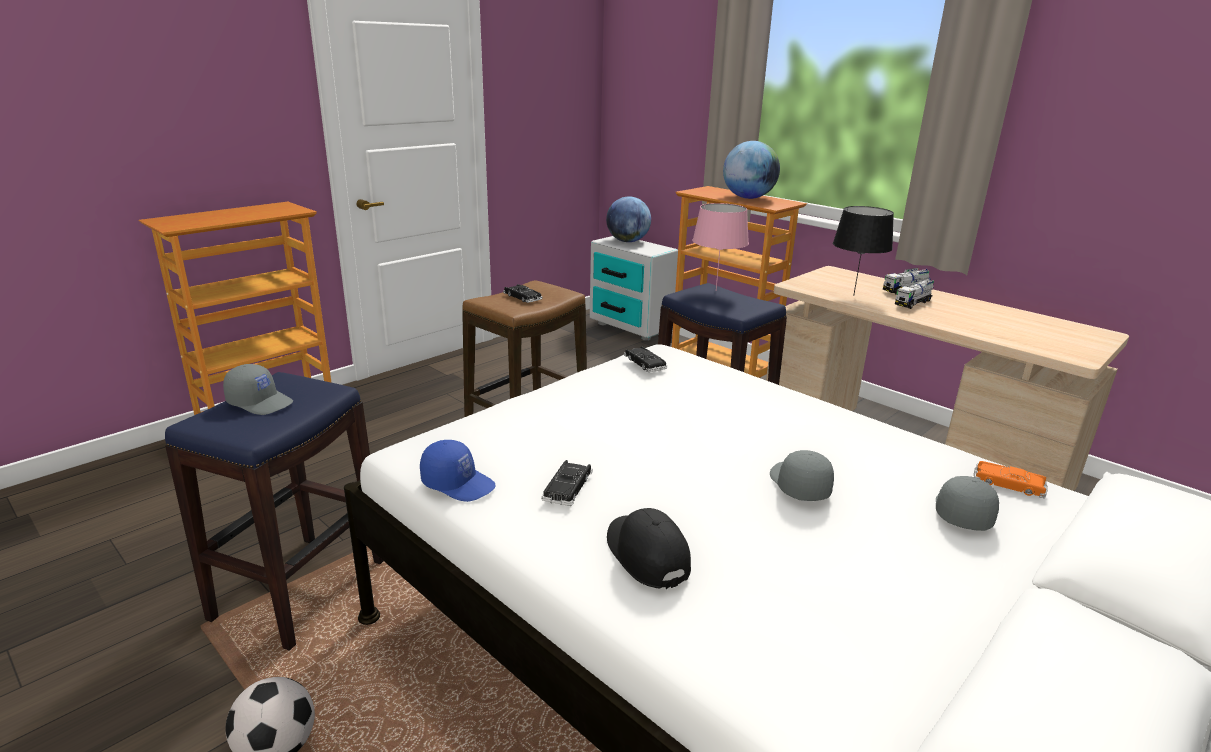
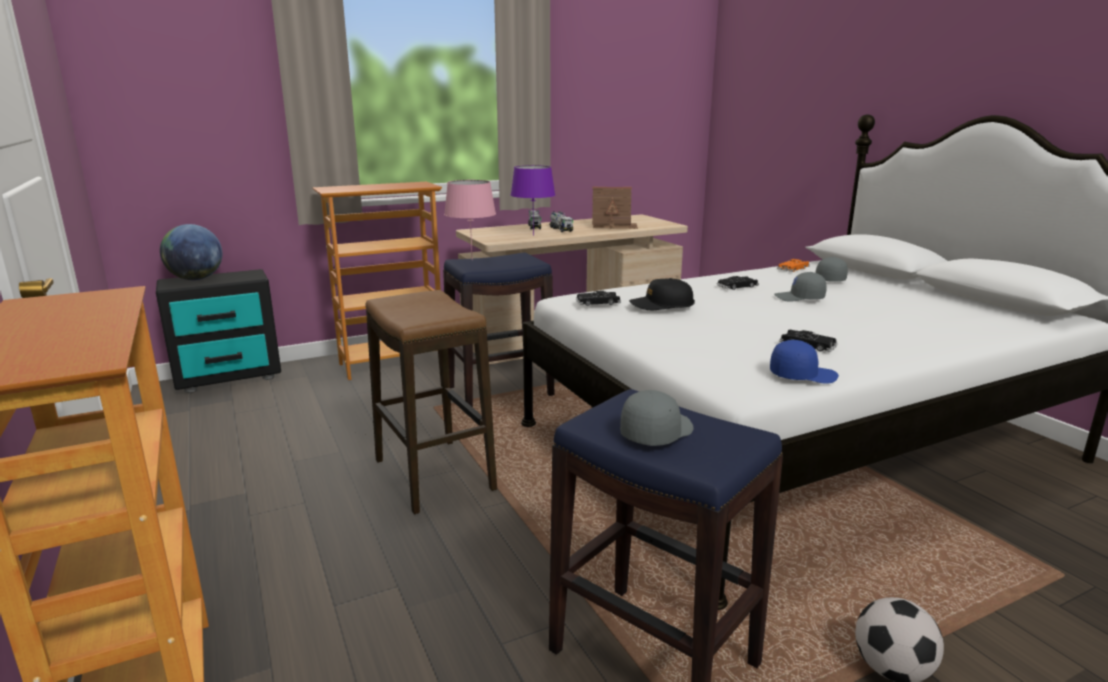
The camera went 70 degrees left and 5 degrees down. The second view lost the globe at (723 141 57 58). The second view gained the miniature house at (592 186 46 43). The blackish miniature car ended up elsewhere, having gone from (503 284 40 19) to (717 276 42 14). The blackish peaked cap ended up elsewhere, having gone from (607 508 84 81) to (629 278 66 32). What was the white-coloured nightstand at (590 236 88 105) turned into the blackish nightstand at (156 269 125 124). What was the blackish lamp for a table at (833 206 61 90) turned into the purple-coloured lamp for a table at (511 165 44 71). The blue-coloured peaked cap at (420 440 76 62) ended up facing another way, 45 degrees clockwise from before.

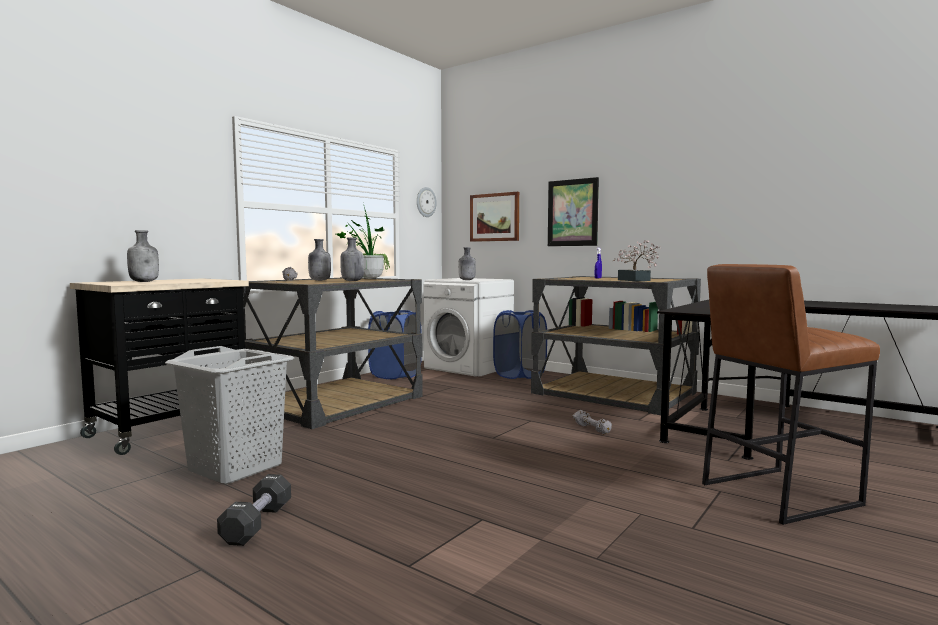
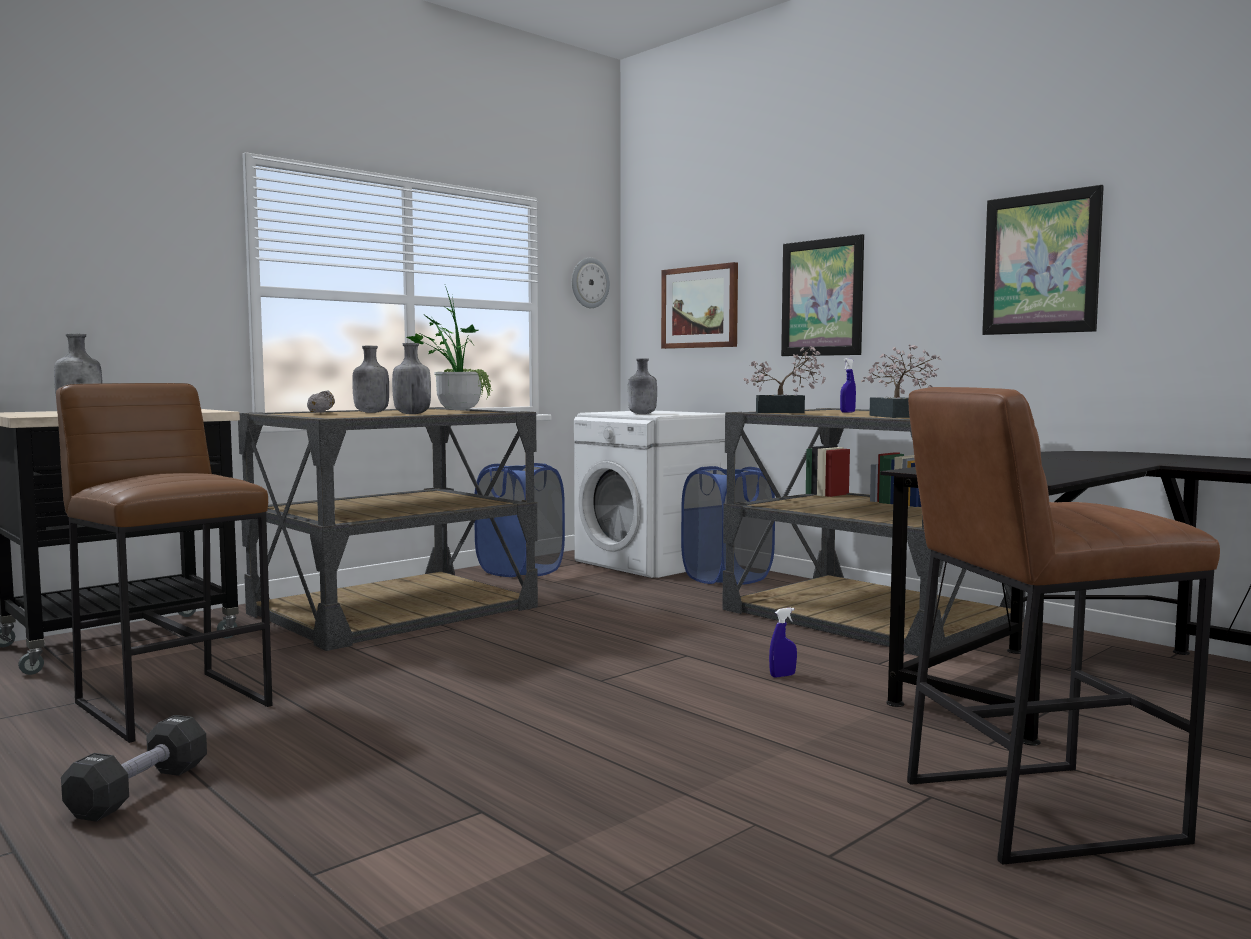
The camera went 10 degrees right and 0 degrees up. The second view gained the potted plant at (743 346 83 67). The second view gained the picture at (982 185 122 150). Where the gray laundry basket stood at (165 346 129 138), the brownish stool seat came to stand at (56 383 216 360). Where the gray dumbbell stood at (572 410 40 24), the blue-coloured hand sprayer came to stand at (769 608 28 70).

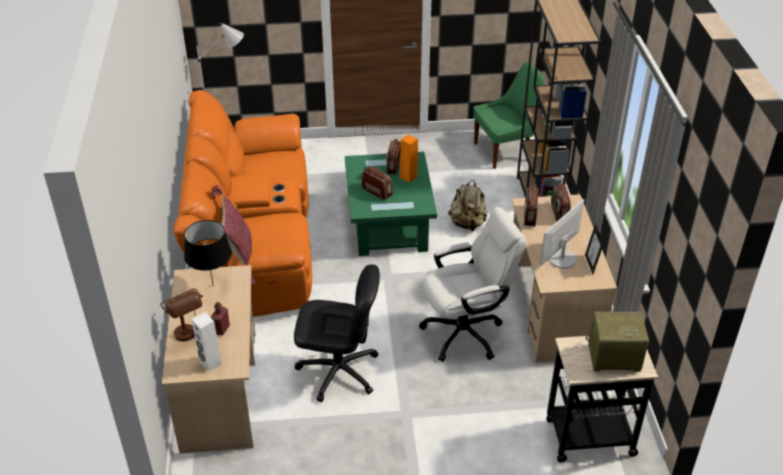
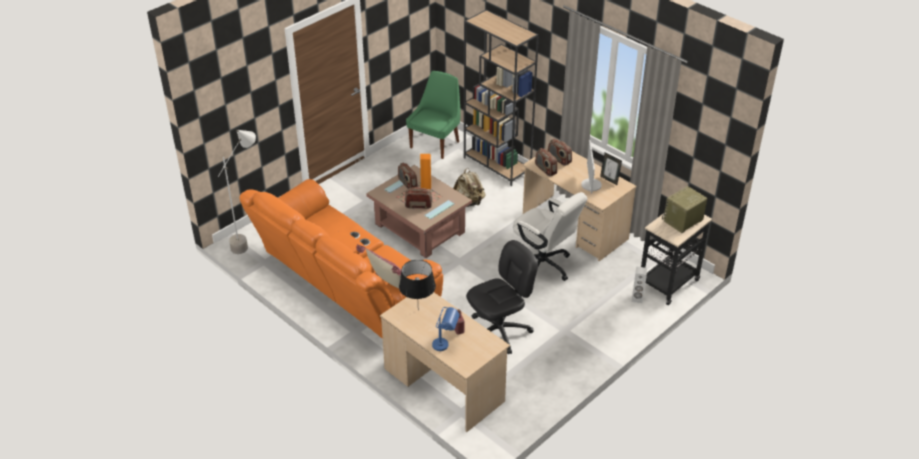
The camera went 40 degrees left and 0 degrees up. The white-coloured audio speaker ended up elsewhere, having gone from (192 312 30 60) to (632 266 15 37). What was the brownish lamp for a table at (160 288 43 53) turned into the blue-coloured lamp for a table at (432 307 27 44). What was the green low table at (345 152 92 104) turned into the brownish low table at (366 165 106 93). The white-coloured office chair at (419 207 108 155) ended up facing another way, 105 degrees clockwise from before.

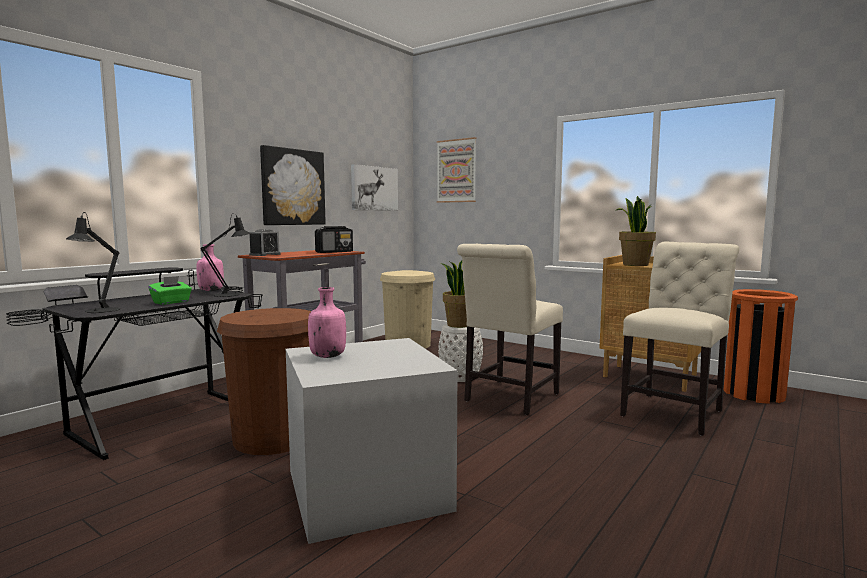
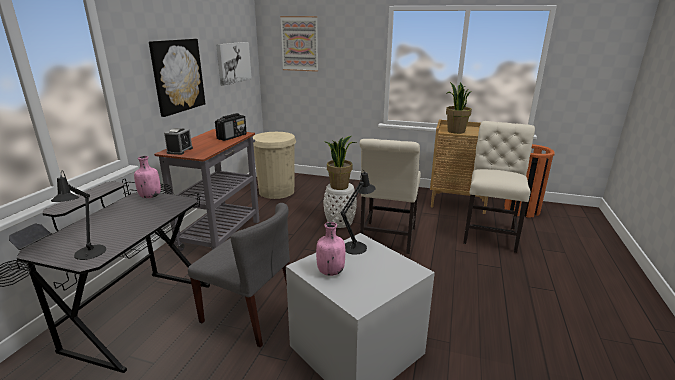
The camera went 20 degrees left and 15 degrees up. The second view lost the green tissue box at (148 276 44 29). The blackish lamp for a table ended up elsewhere, having gone from (200 213 51 84) to (340 171 36 83). Where the brownish rubbish bin stood at (217 308 94 147), the gray plain chair came to stand at (188 203 102 144).

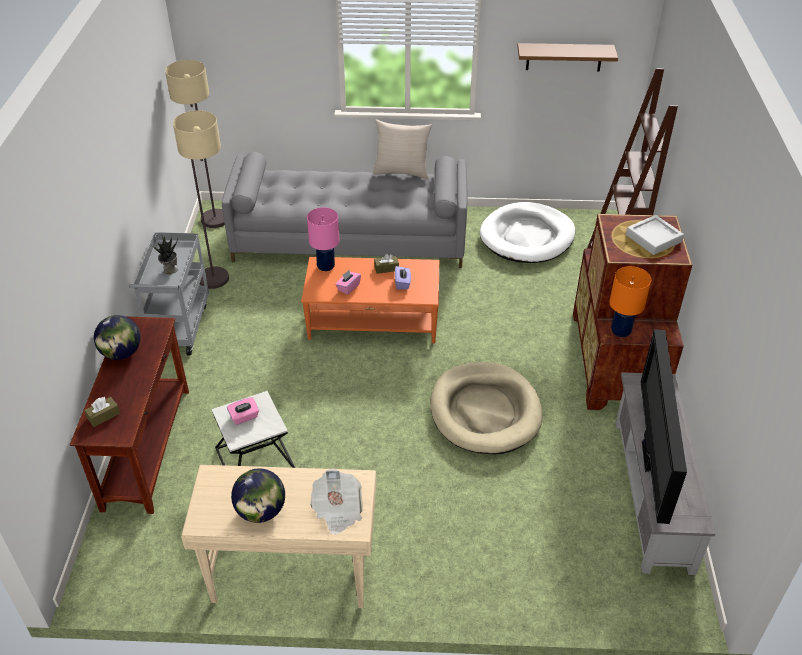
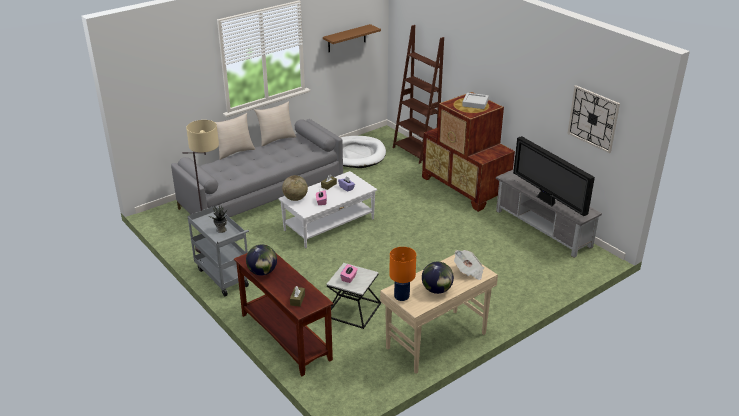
The camera went 40 degrees left and 10 degrees down. The second view lost the sand-coloured standard lamp at (165 60 60 168). The second view lost the sand-coloured dog cushion at (431 362 112 92). The second view gained the sand-coloured cushion at (215 113 40 47). The second view gained the hanging clock at (567 85 53 68). The orangey lamp for a table ended up elsewhere, having gone from (610 266 41 71) to (389 247 27 54). Where the pinkish lamp for a table stood at (307 207 33 64), the globe came to stand at (282 175 26 26). What was the orangey low table at (301 257 138 87) turned into the white-coloured low table at (278 171 99 77).

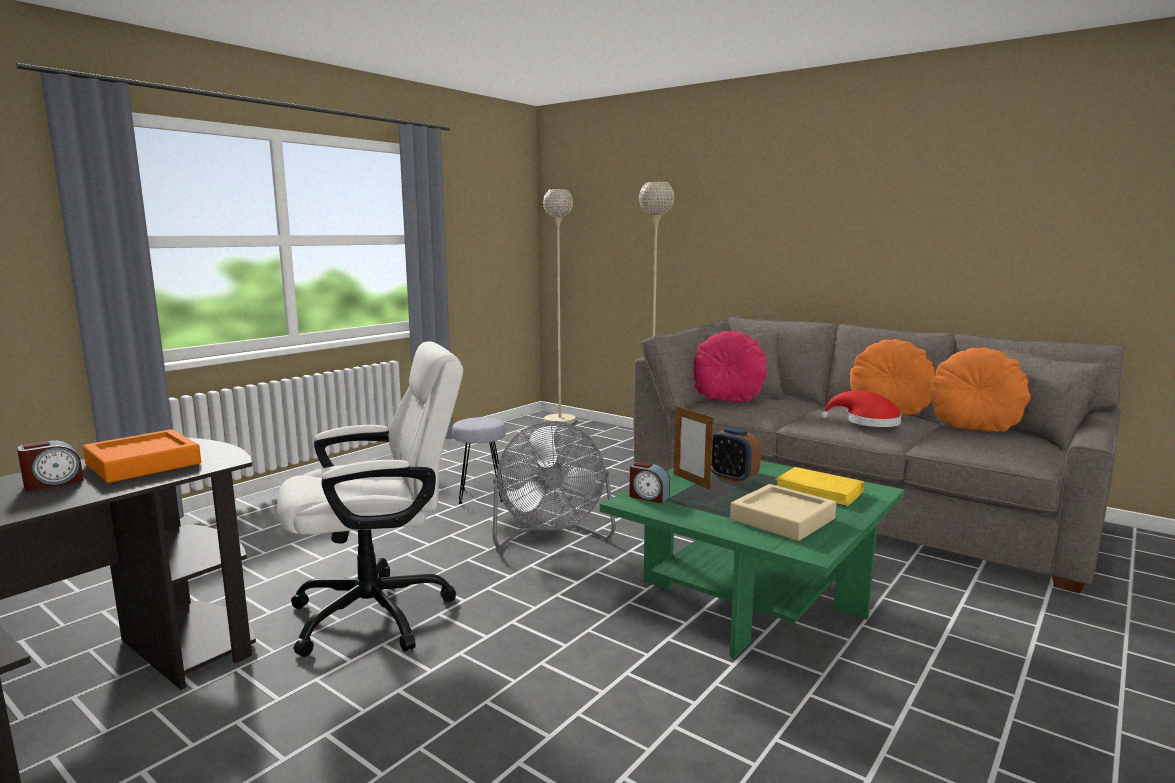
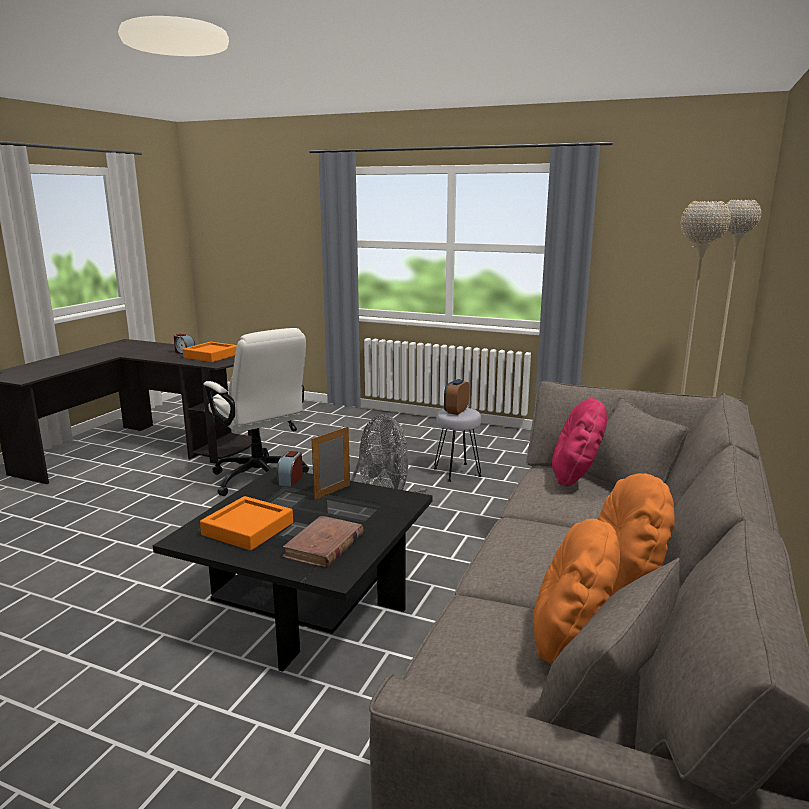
The camera went 75 degrees right and 5 degrees up. The second view lost the red-coloured hat at (821 390 81 37). The table clock ended up elsewhere, having gone from (711 427 50 56) to (444 379 25 36). What was the green low table at (600 460 304 199) turned into the blackish low table at (153 467 280 205). What was the sand-coloured carrying tray at (730 484 106 57) turned into the orangey carrying tray at (200 496 93 55). What was the yellowish volume at (775 467 89 40) turned into the brownish volume at (282 516 82 52).

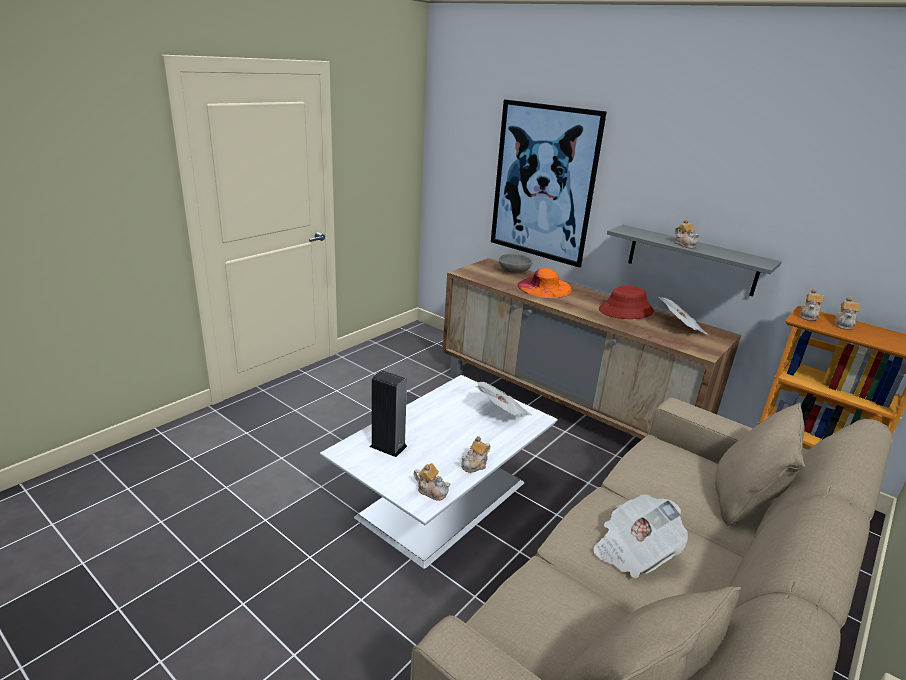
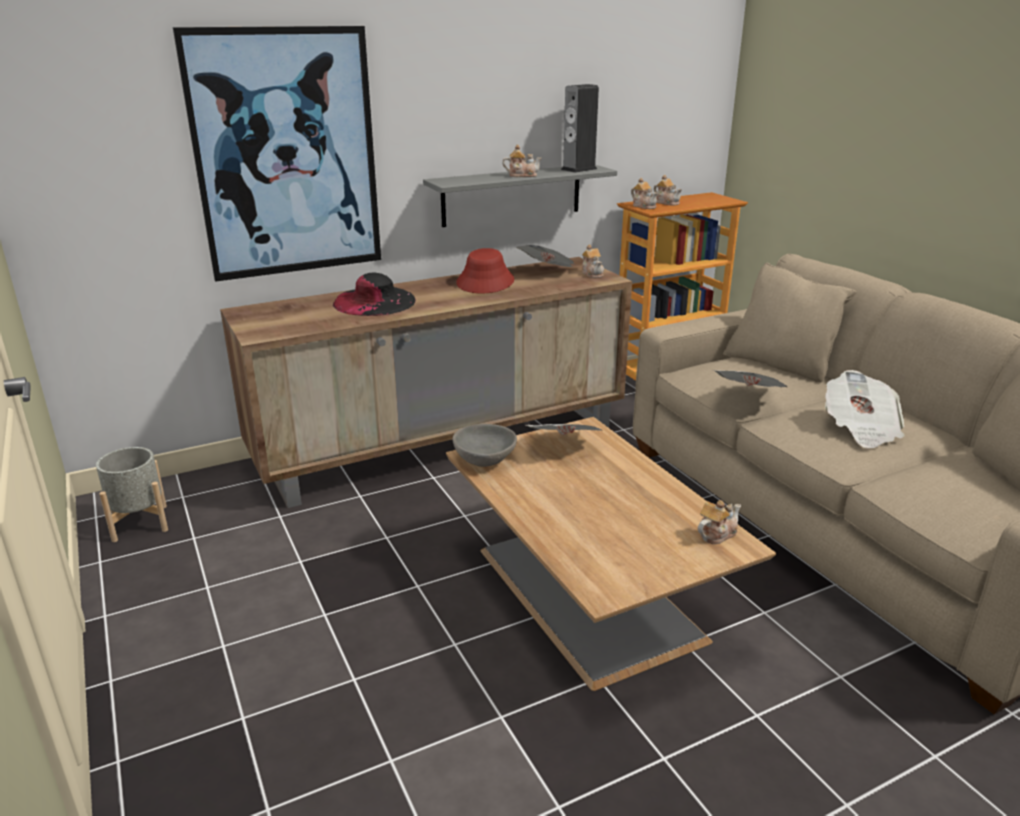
The camera went 65 degrees left and 0 degrees up. The second view gained the gray planter at (96 447 72 95). The second view gained the newspaper at (713 370 75 18). The audio speaker ended up elsewhere, having gone from (370 370 37 87) to (561 84 38 89). The pot for tea ended up elsewhere, having gone from (461 436 29 37) to (582 244 22 34). The gray serving bowl ended up elsewhere, having gone from (499 254 34 19) to (453 424 64 43). What was the white-coloured low table at (320 375 238 194) turned into the brownish low table at (446 417 330 274). What was the orangey hat at (517 268 55 30) turned into the blackish hat at (333 273 83 43).

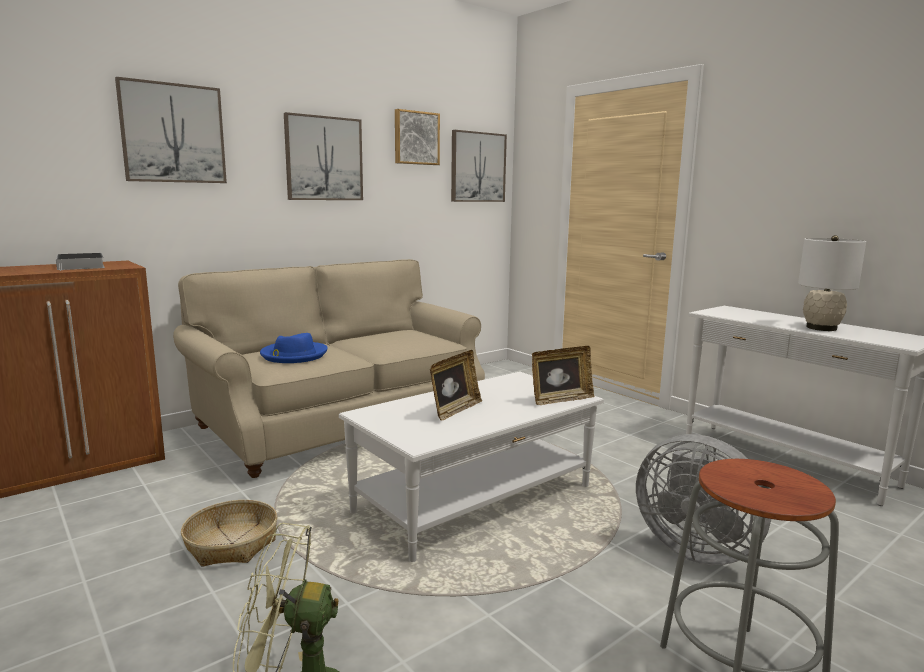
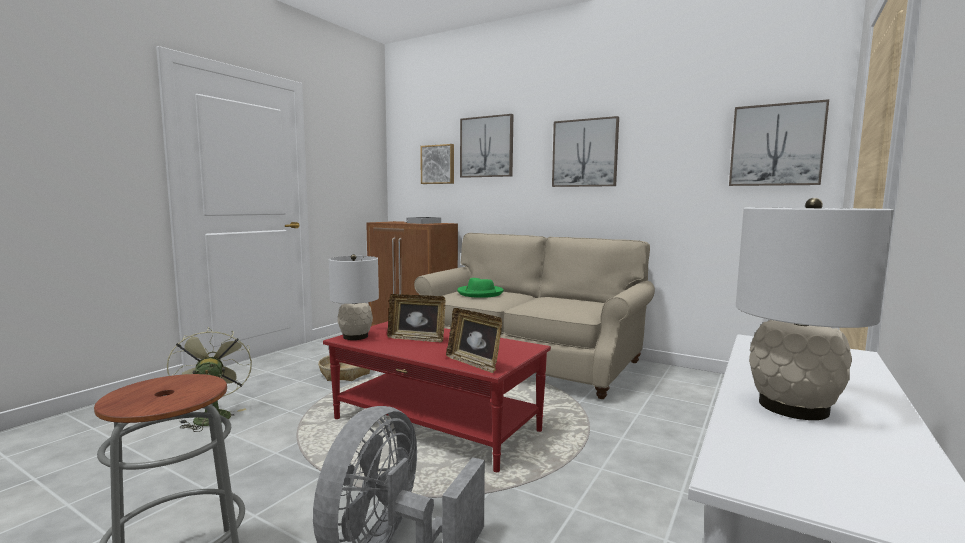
The camera went 70 degrees right and 5 degrees down. The second view gained the white-coloured lamp for a table at (329 254 50 86). The picture ended up elsewhere, having gone from (395 109 45 56) to (420 144 34 40). What was the blue-coloured hat at (260 333 68 30) turned into the green hat at (457 278 47 20). What was the white-coloured low table at (339 371 265 191) turned into the red-coloured low table at (323 321 228 151).

